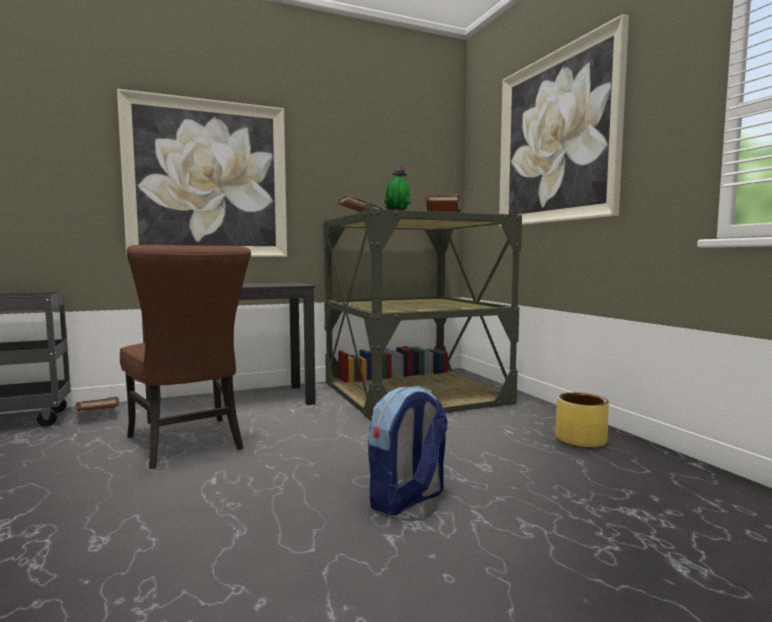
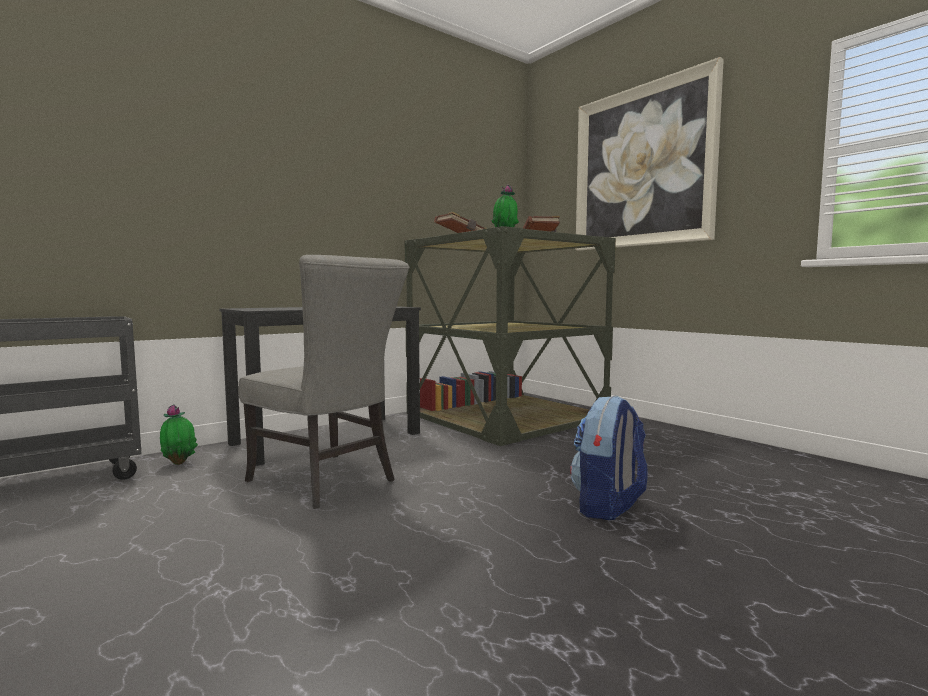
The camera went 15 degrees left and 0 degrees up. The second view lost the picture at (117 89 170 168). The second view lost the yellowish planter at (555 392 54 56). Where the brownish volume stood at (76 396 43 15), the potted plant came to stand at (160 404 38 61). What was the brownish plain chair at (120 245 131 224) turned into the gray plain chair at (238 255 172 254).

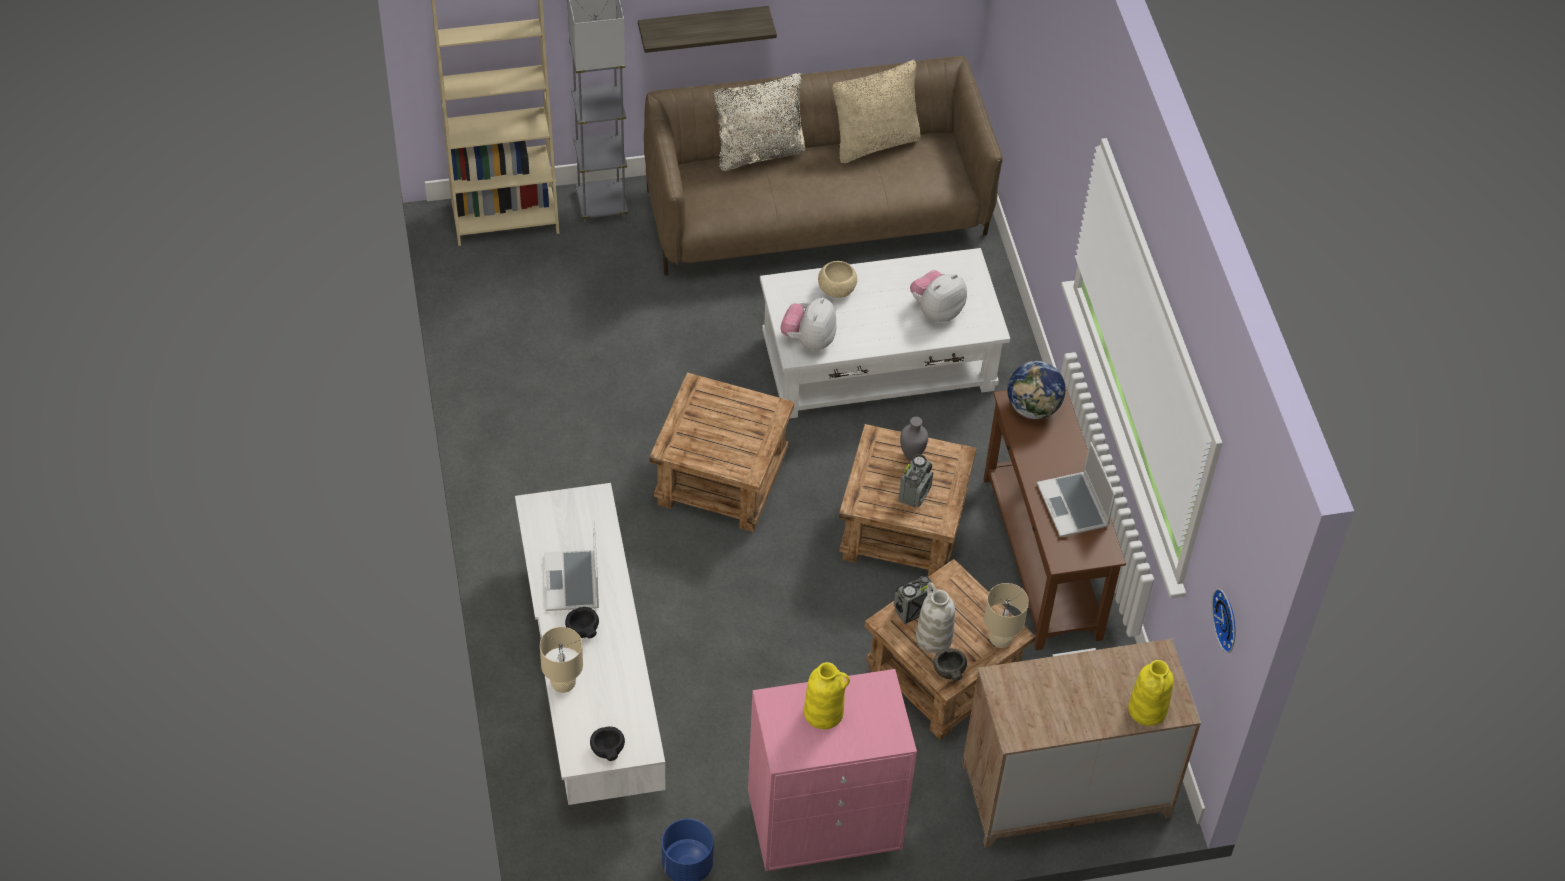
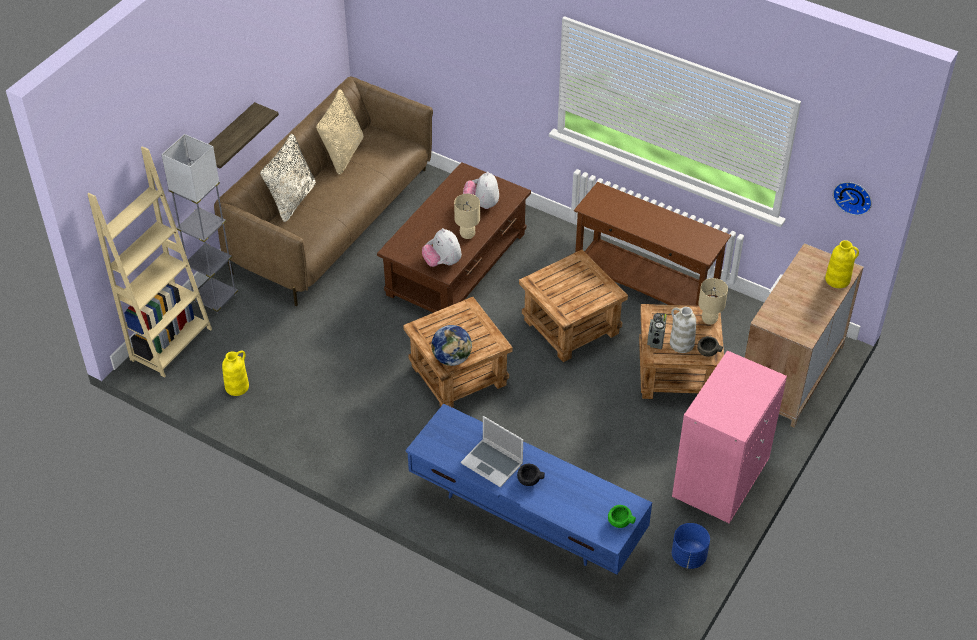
The camera went 45 degrees left and 5 degrees down. The second view lost the sand-coloured serving bowl at (818 261 39 37). The second view lost the radio at (898 454 35 53). The second view lost the gray flower vase at (900 417 28 44). The second view lost the portable computer at (1037 441 79 96). The sand-coloured lamp for a table ended up elsewhere, having gone from (540 627 43 66) to (454 194 26 45). The yellowish flower vase ended up elsewhere, having gone from (804 662 46 67) to (222 350 27 46). The globe ended up elsewhere, having gone from (1007 361 58 58) to (431 325 41 41). What was the white-coloured tv stand at (515 483 150 322) turned into the blue-coloured tv stand at (406 404 246 171). What was the blackish serving bowl at (590 726 35 35) turned into the green serving bowl at (608 505 28 23). What was the white-coloured low table at (760 248 250 170) turned into the brownish low table at (377 162 154 151).

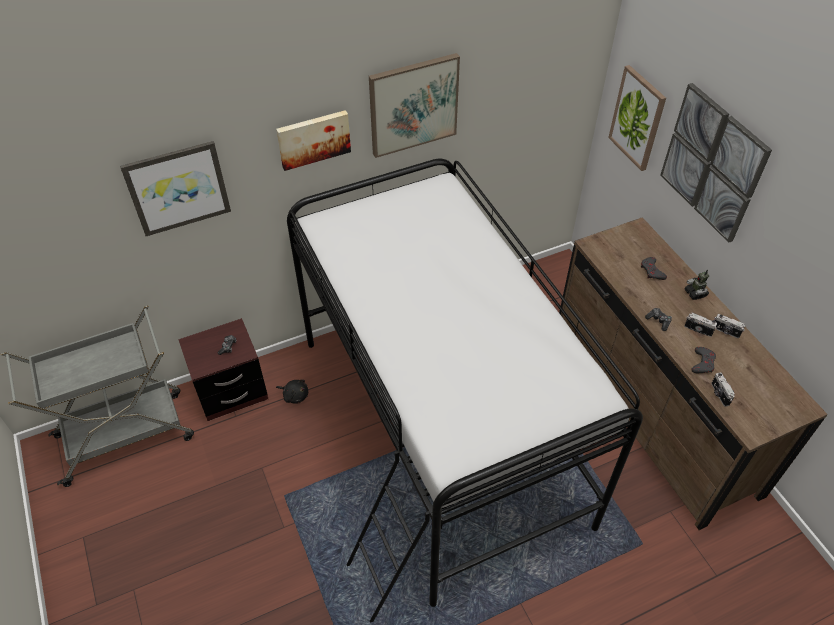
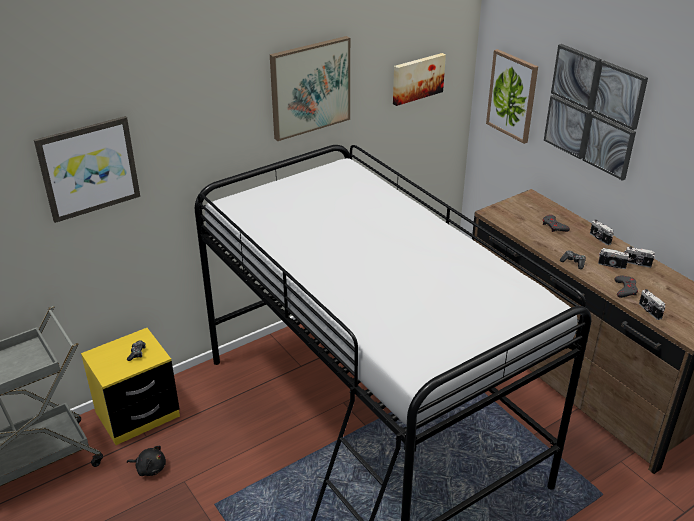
The camera went 10 degrees left and 15 degrees down. The picture ended up elsewhere, having gone from (276 110 75 61) to (393 53 53 53). The blackish soft toy ended up elsewhere, having gone from (276 380 32 24) to (127 445 39 31). Where the toy robot stood at (684 270 25 30), the photo camera came to stand at (590 220 24 25). What was the brownish nightstand at (178 318 90 103) turned into the yellowish nightstand at (81 328 99 117).

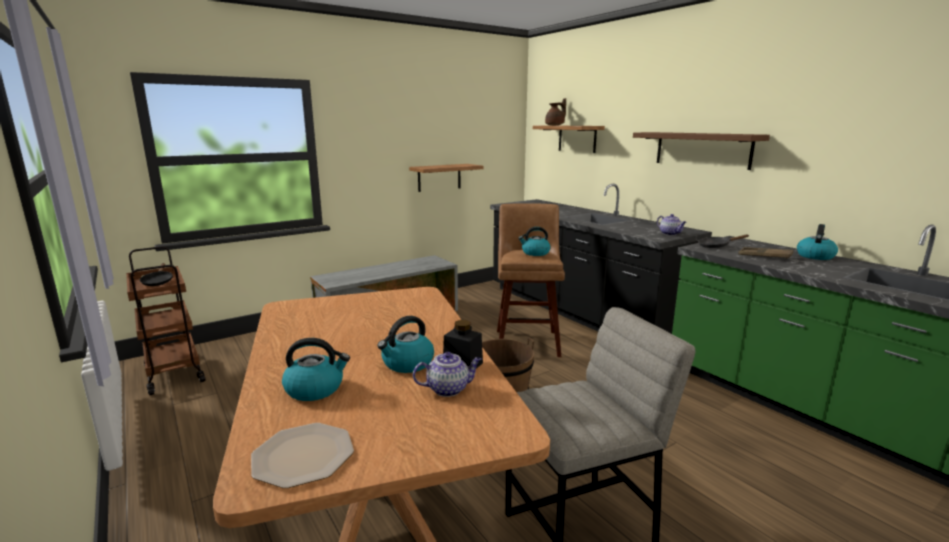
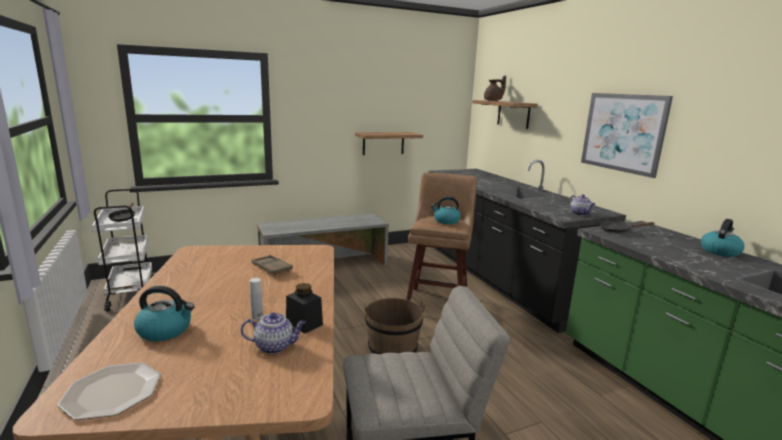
The camera went 10 degrees right and 0 degrees up. The brownish carrying tray ended up elsewhere, having gone from (738 247 55 12) to (251 255 42 20). Where the tea kettle stood at (377 316 57 57), the white-coloured drink bottle came to stand at (249 278 14 42). Where the brownish bracket shelf hung at (633 132 137 38), the picture came to hang at (581 93 92 85). What was the brownish cart at (126 246 80 149) turned into the white-coloured cart at (92 189 62 122).

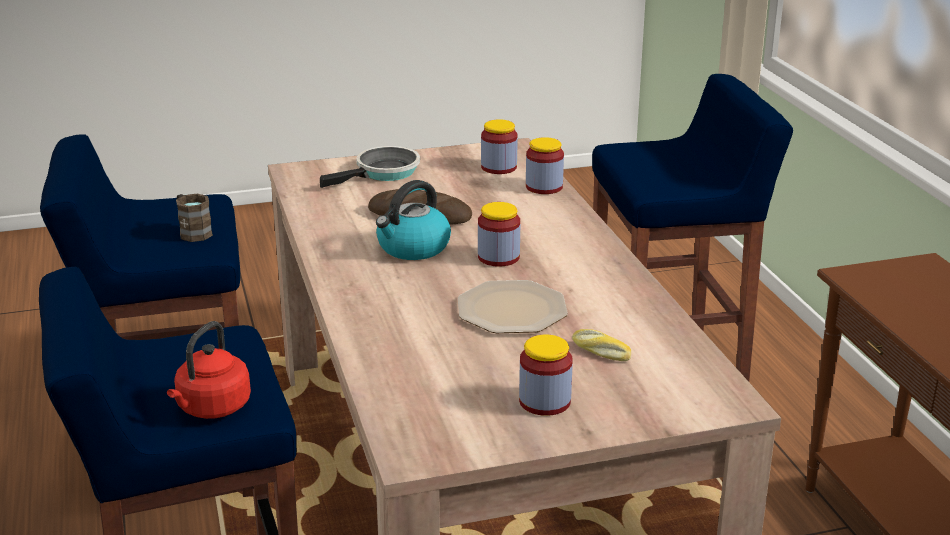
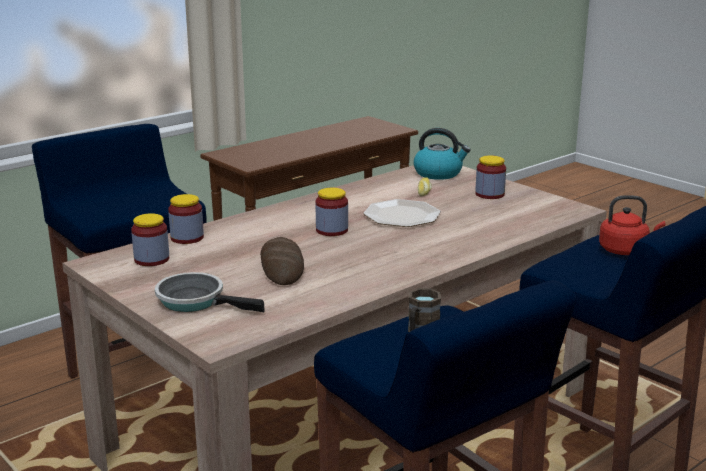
The camera went 115 degrees left and 5 degrees down. The tea kettle ended up elsewhere, having gone from (376 180 75 80) to (413 128 58 52).

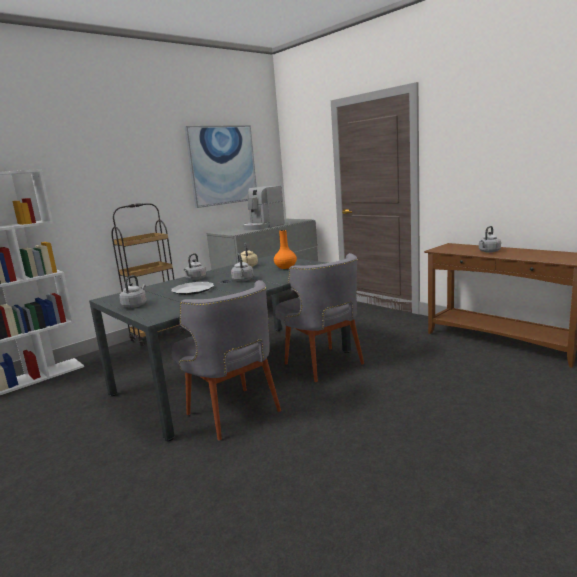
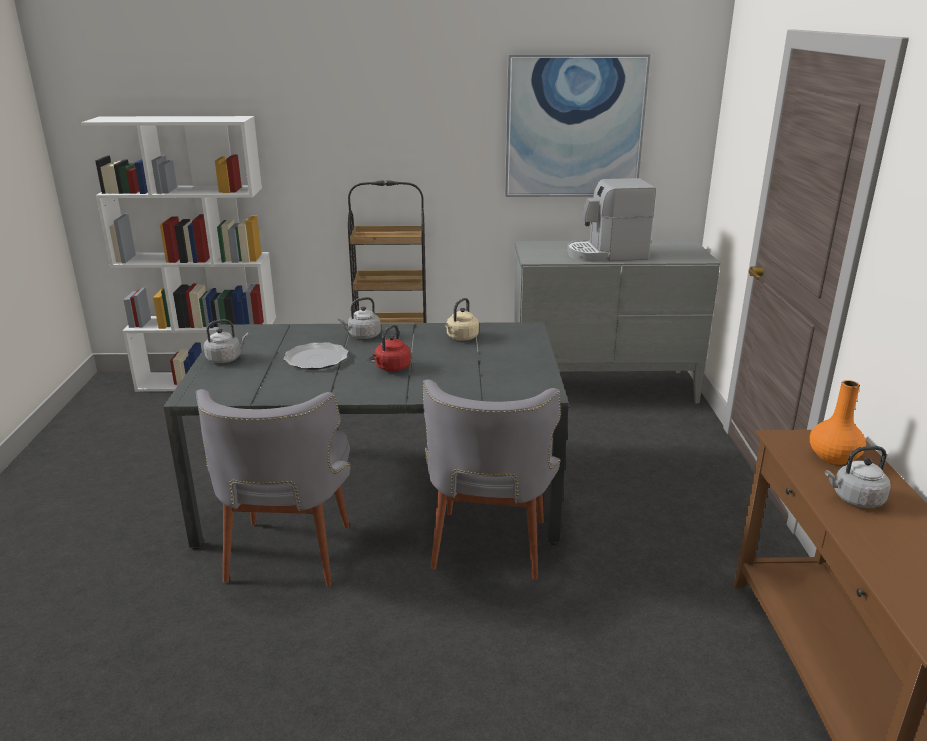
The camera went 40 degrees right and 10 degrees up. The orangey flower vase ended up elsewhere, having gone from (274 230 23 39) to (810 380 56 85). What was the gray tea kettle at (231 253 23 29) turned into the red-coloured tea kettle at (373 324 38 47).

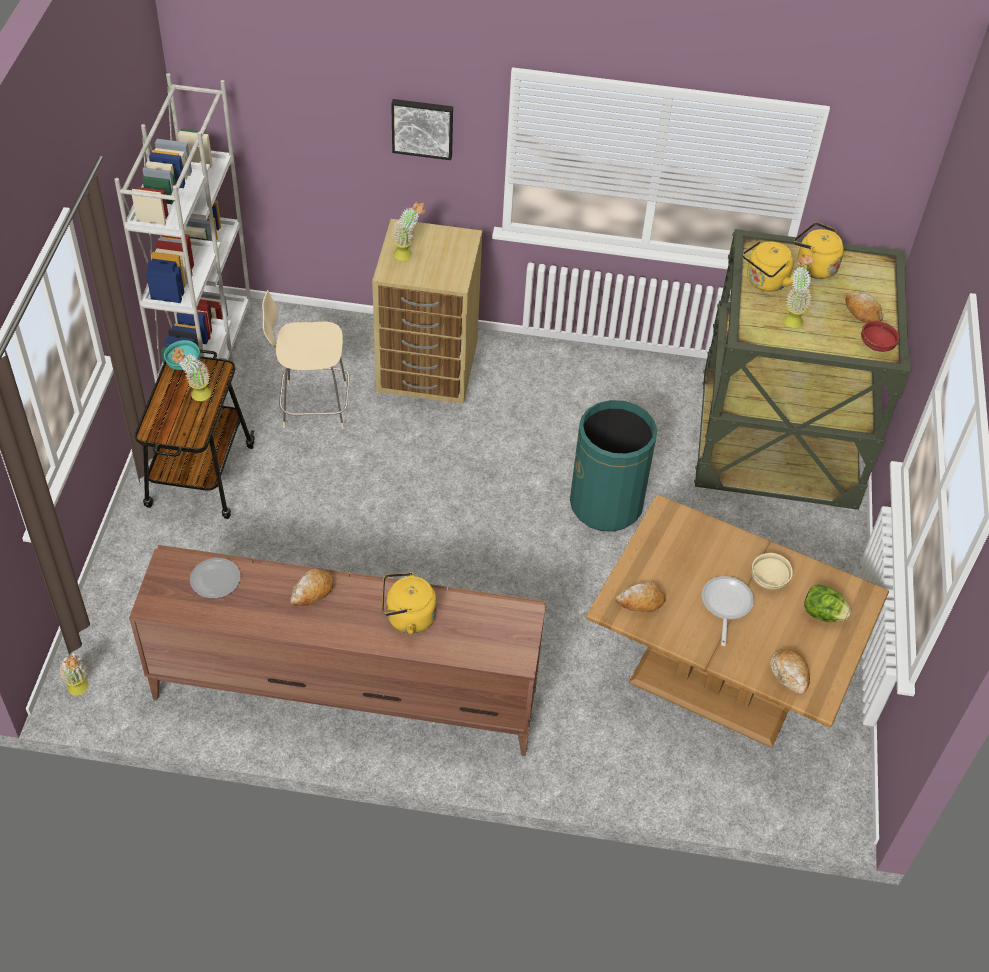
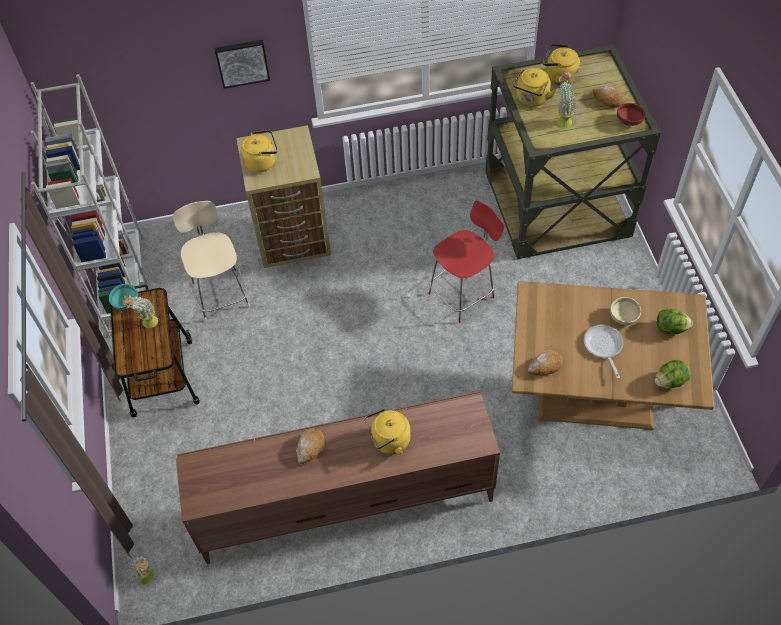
The camera went 15 degrees left and 5 degrees up. The second view lost the plate at (190 558 50 40). Where the potted plant stood at (392 202 33 59), the yellowish tea kettle came to stand at (241 130 37 42). Where the green rubbish bin stood at (570 400 87 132), the red-coloured plain chair came to stand at (429 200 75 123). Where the baked bread stood at (770 649 40 45), the lettuce came to stand at (655 360 36 28). The sand-coloured plain chair at (262 290 87 139) ended up facing another way, 90 degrees clockwise from before.

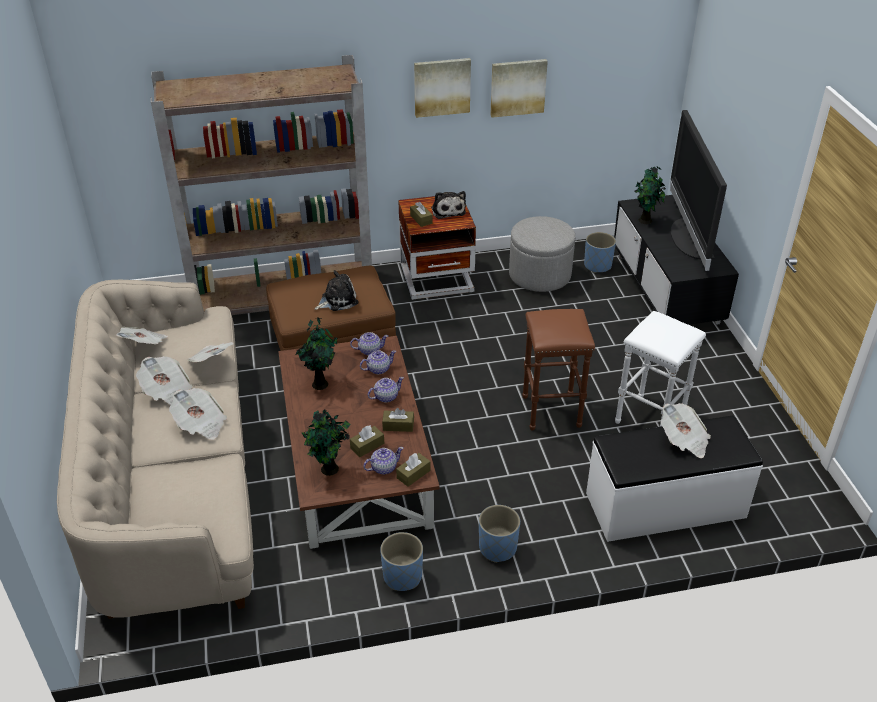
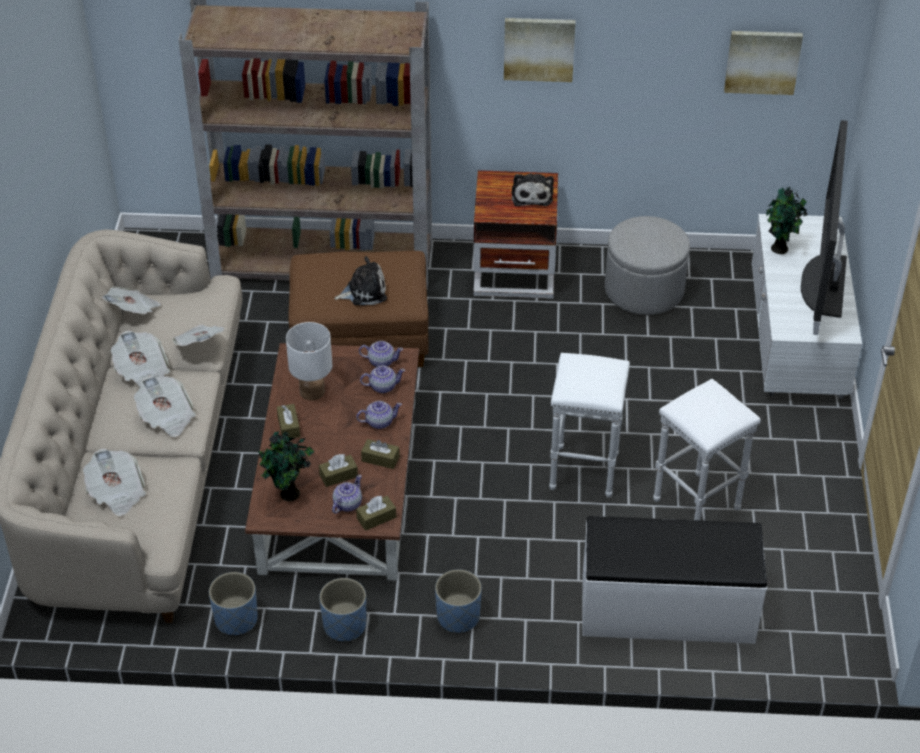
The camera went 15 degrees right and 5 degrees up. The brownish tissue box ended up elsewhere, having gone from (410 202 23 25) to (277 404 23 34). The picture ended up elsewhere, having gone from (490 59 58 59) to (724 31 79 64). The blue-coloured planter ended up elsewhere, having gone from (584 232 32 41) to (209 572 49 63). The newspaper ended up elsewhere, having gone from (661 403 50 55) to (83 448 63 68). Where the potted plant stood at (295 318 42 72), the white-coloured lamp for a table came to stand at (286 322 46 79). What was the brownish stool seat at (522 309 73 122) turned into the white-coloured stool seat at (549 353 81 145). What was the blackish tv stand at (614 195 125 130) turned into the white-coloured tv stand at (751 214 111 184). The pot for tea at (363 447 40 27) ended up facing another way, 45 degrees counterclockwise from before.

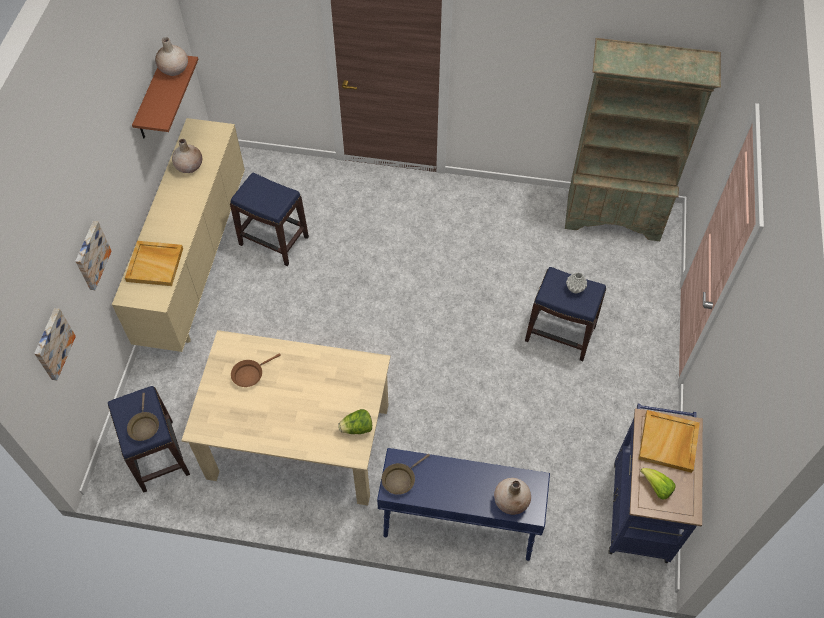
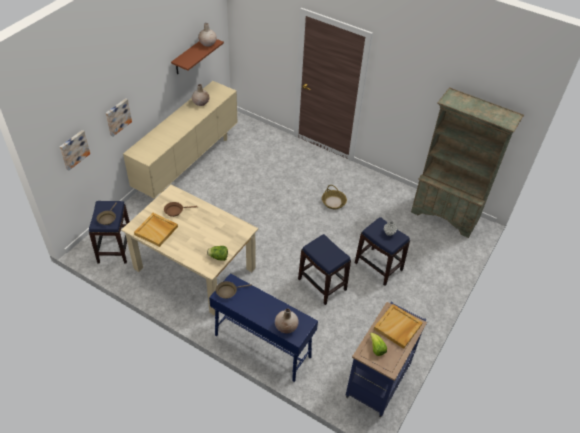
The camera went 20 degrees right and 10 degrees down. The second view gained the storage basket at (322 185 25 24). The sand-coloured carrying tray ended up elsewhere, having gone from (125 241 58 45) to (134 213 44 34). The stool seat ended up elsewhere, having gone from (230 173 79 93) to (298 234 53 71).

